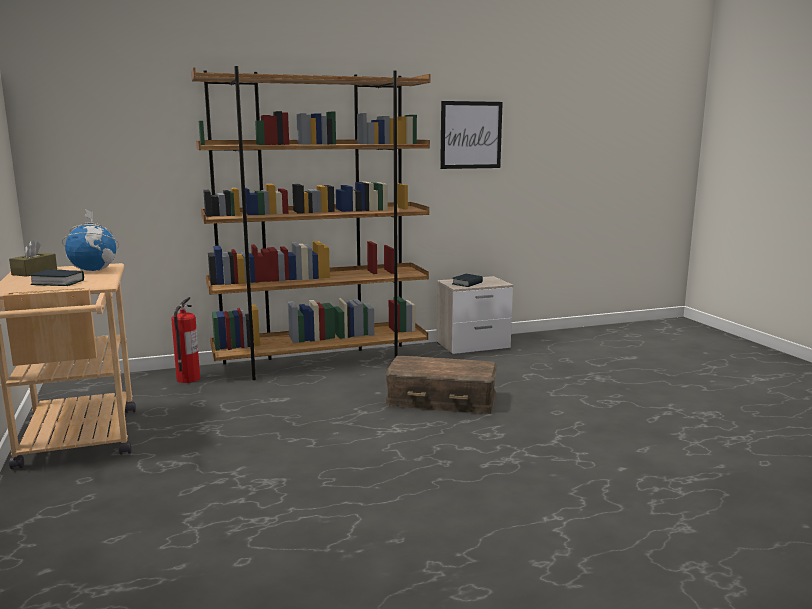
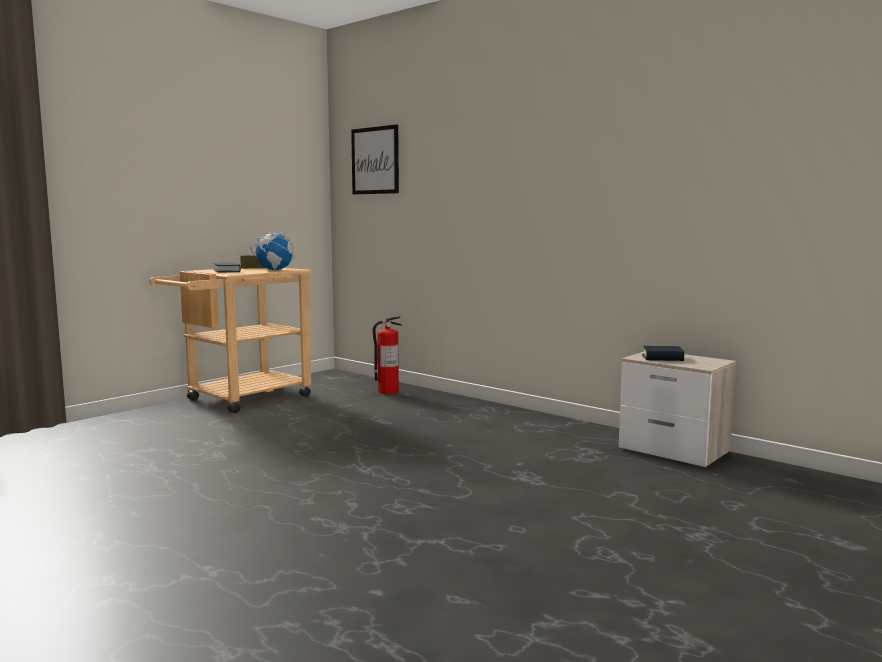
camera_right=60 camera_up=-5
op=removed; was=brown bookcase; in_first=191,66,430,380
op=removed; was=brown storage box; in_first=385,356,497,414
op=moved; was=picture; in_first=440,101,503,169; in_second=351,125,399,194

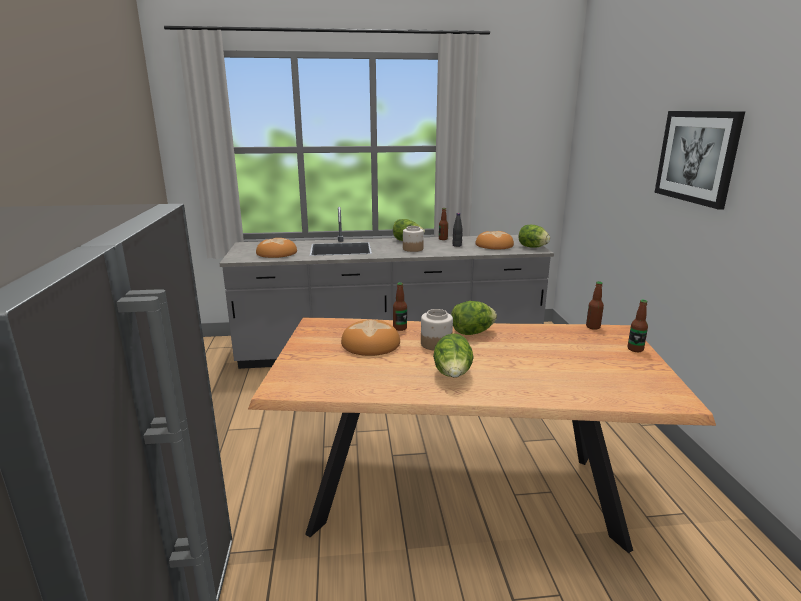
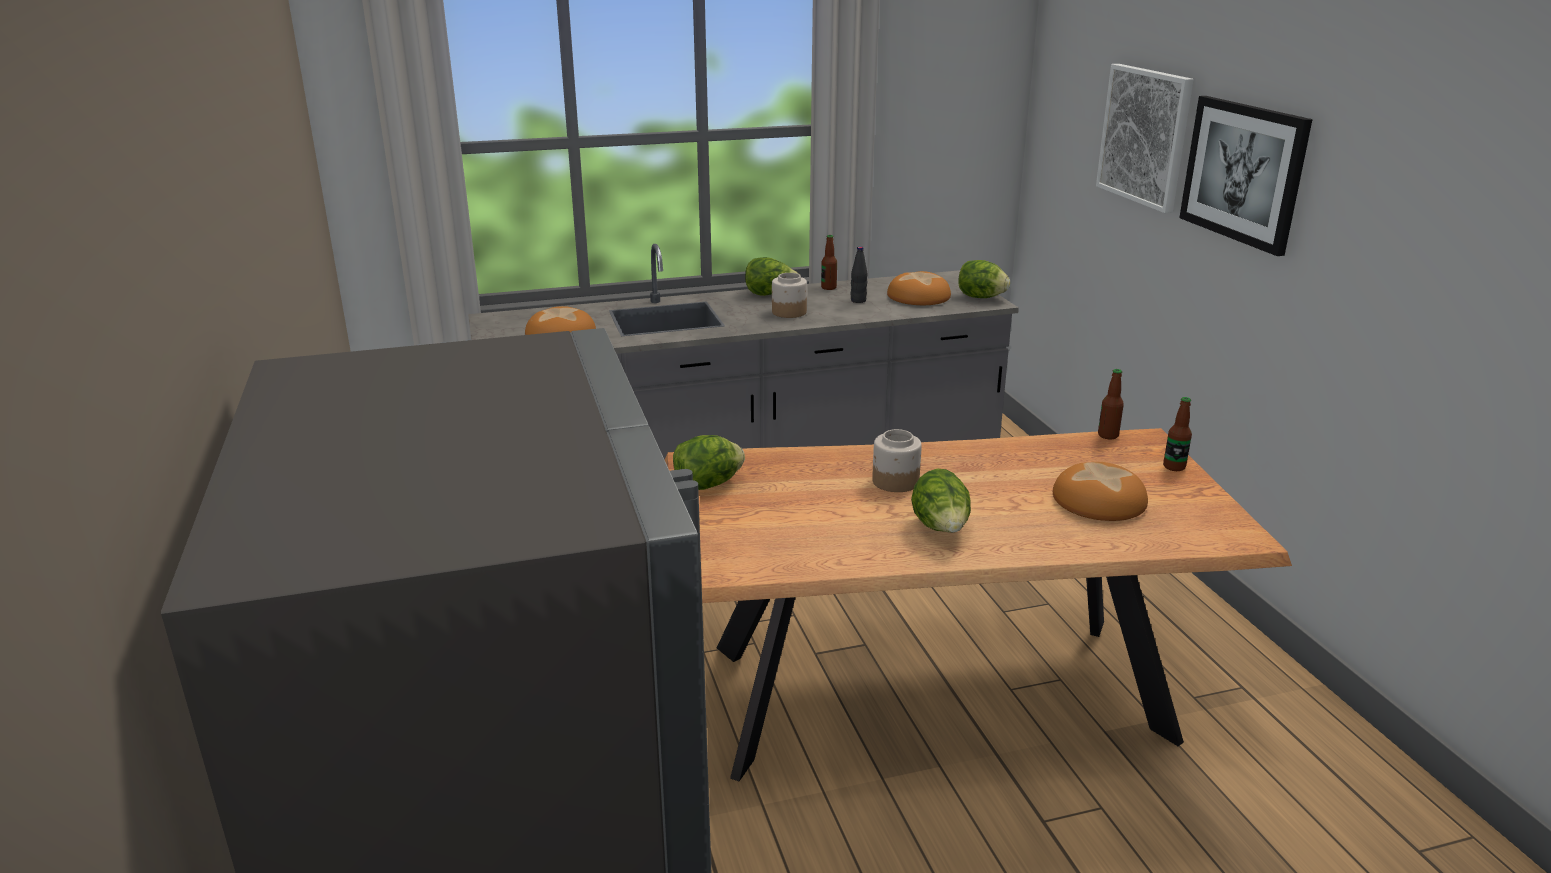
camera_right=-10 camera_up=5
op=removed; was=bottle; in_first=393,282,407,331
op=added; now=picture; in_second=1096,64,1194,213
op=moved; was=bread; in_first=341,320,400,356; in_second=1053,462,1148,521
op=moved; was=lettuce; in_first=451,301,497,335; in_second=673,435,745,490

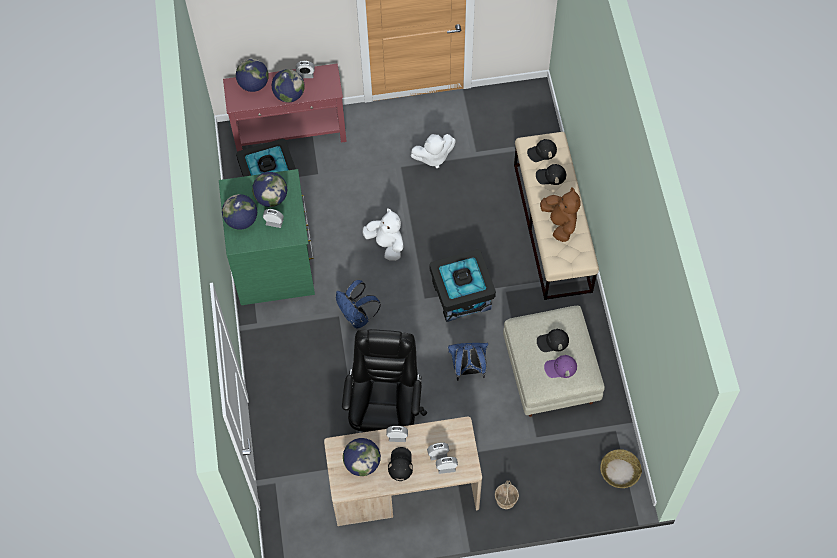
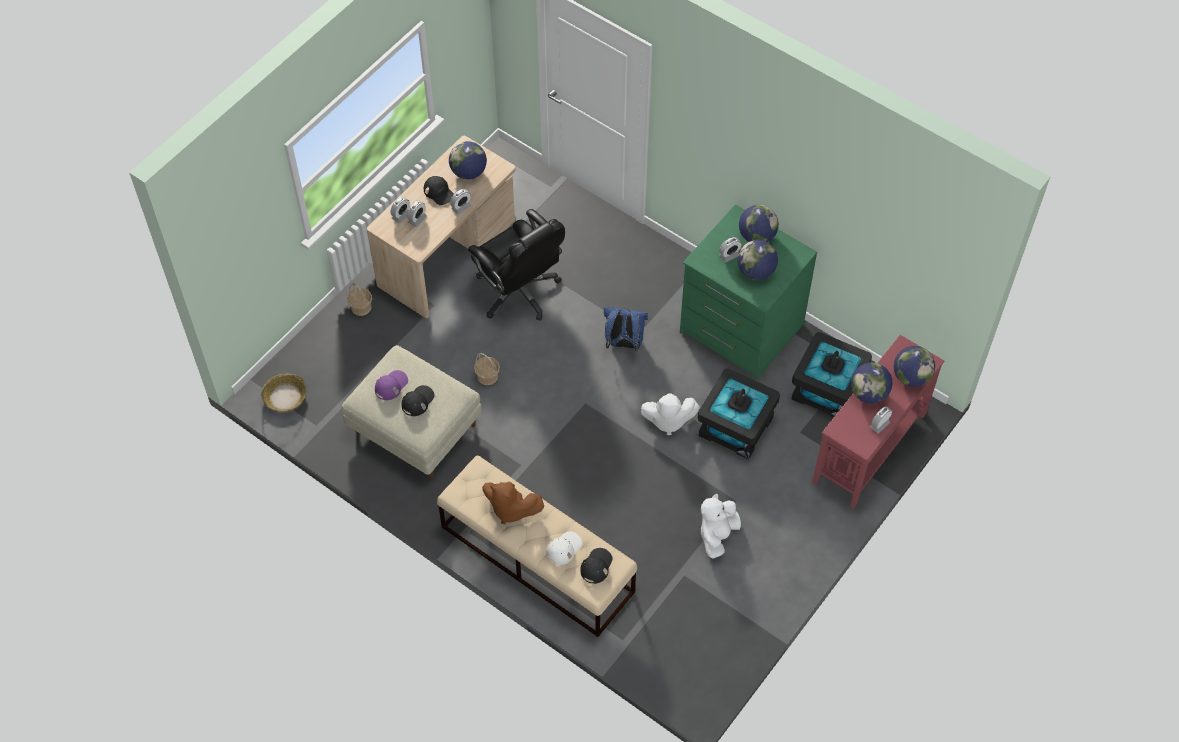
camera_right=135 camera_up=-5
op=moved; was=black storage box; in_first=429,249,496,322; in_second=698,368,780,459
op=replaced; was=blue backpack; now=basket; in_first=448,343,488,381; in_second=474,353,500,385
op=recoloured; was=black cap; now=white cap; in_first=536,164,566,185; in_second=547,532,582,565

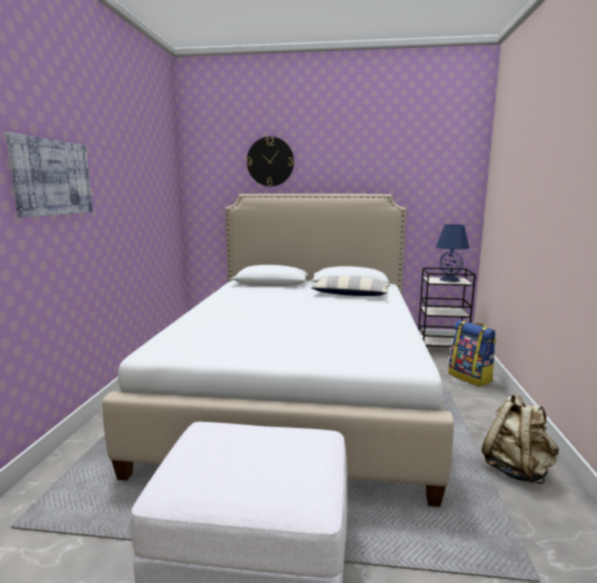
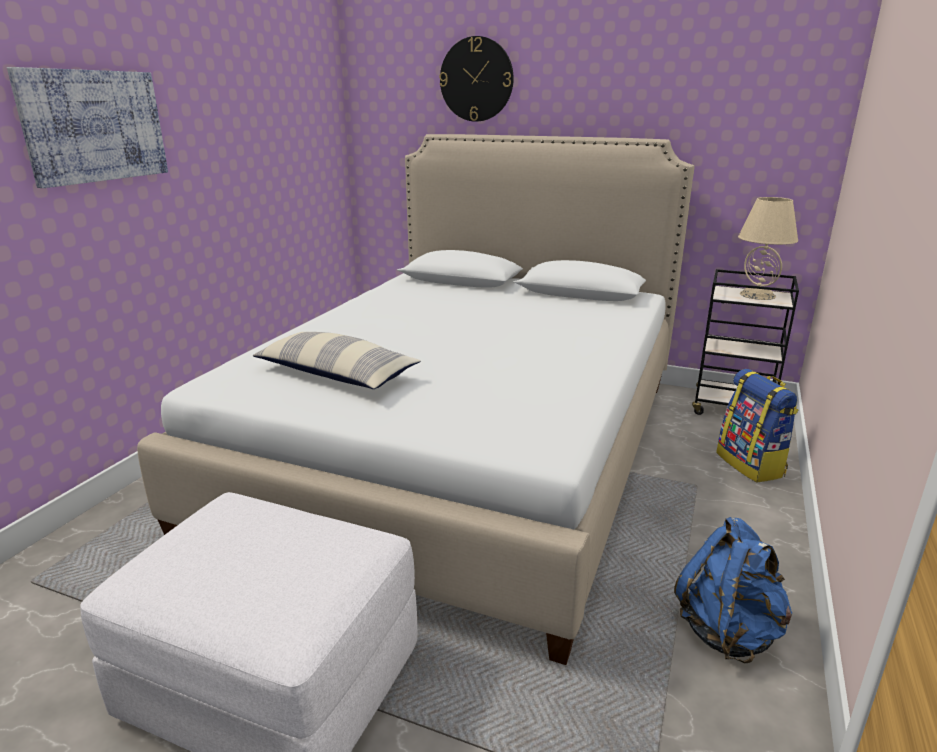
camera_right=15 camera_up=10
op=moved; was=pillow; in_first=311,276,390,296; in_second=253,332,421,389
op=recoloured; was=blue table lamp; now=beige table lamp; in_first=436,224,469,282; in_second=738,197,798,300
op=recoloured; was=beige backpack; now=blue backpack; in_first=482,394,559,484; in_second=674,517,792,663

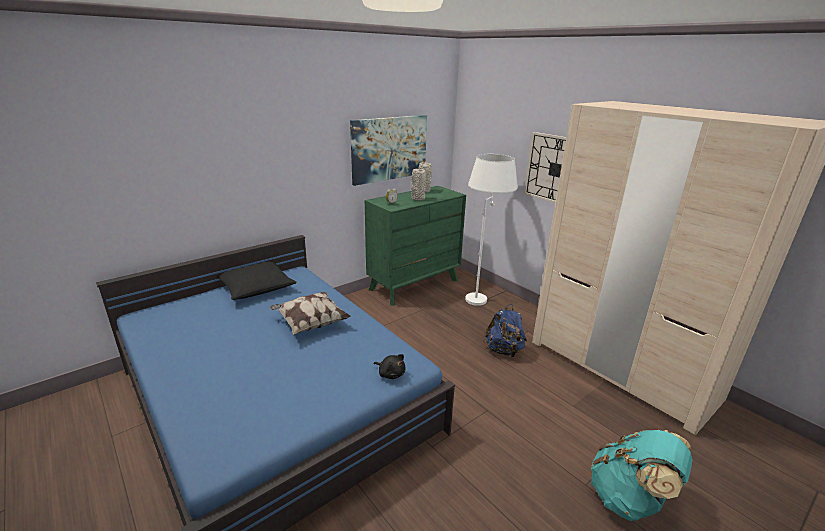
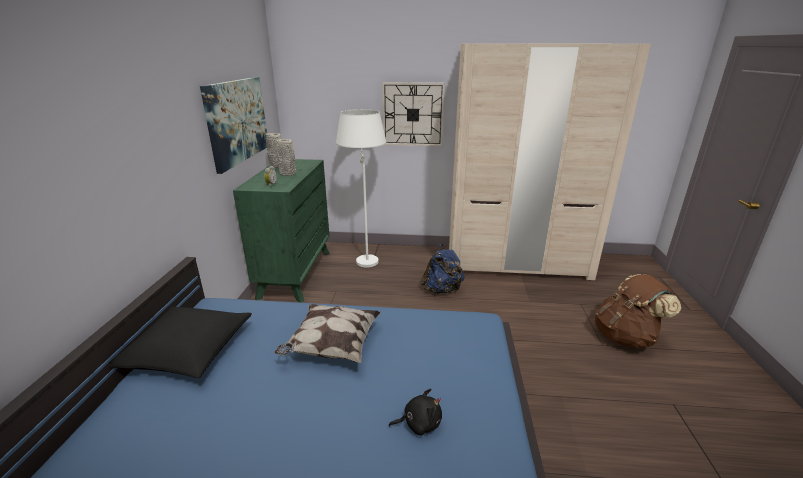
camera_right=-45 camera_up=0
op=moved; was=black plush toy; in_first=374,354,405,379; in_second=389,388,442,435
op=recoloured; was=turquoise backpack; now=brown backpack; in_first=591,430,693,521; in_second=595,274,681,348

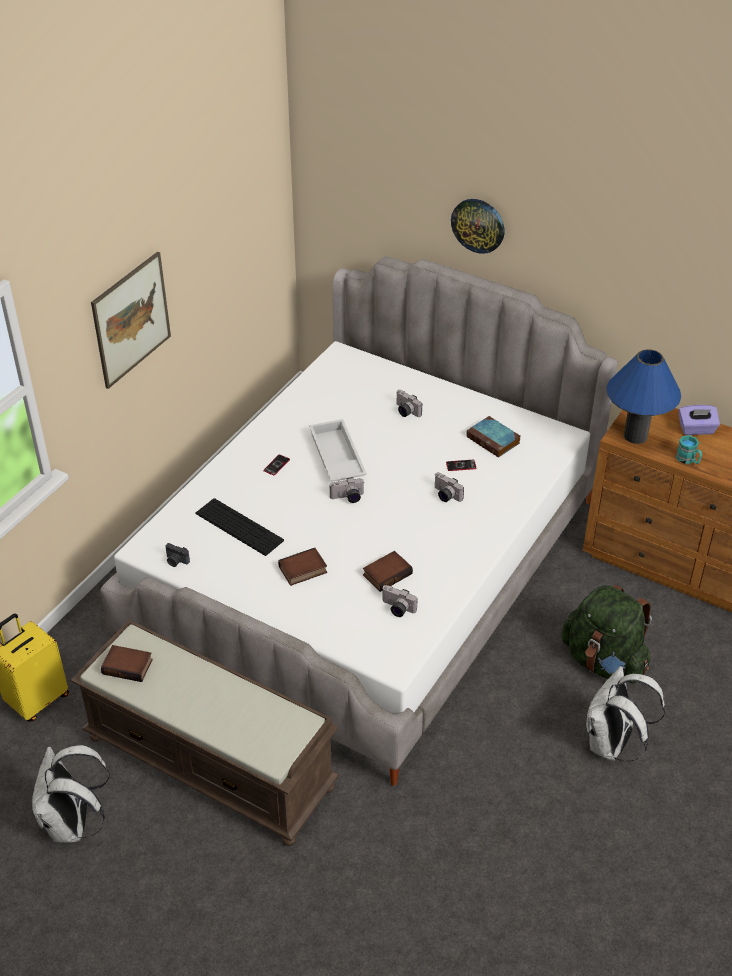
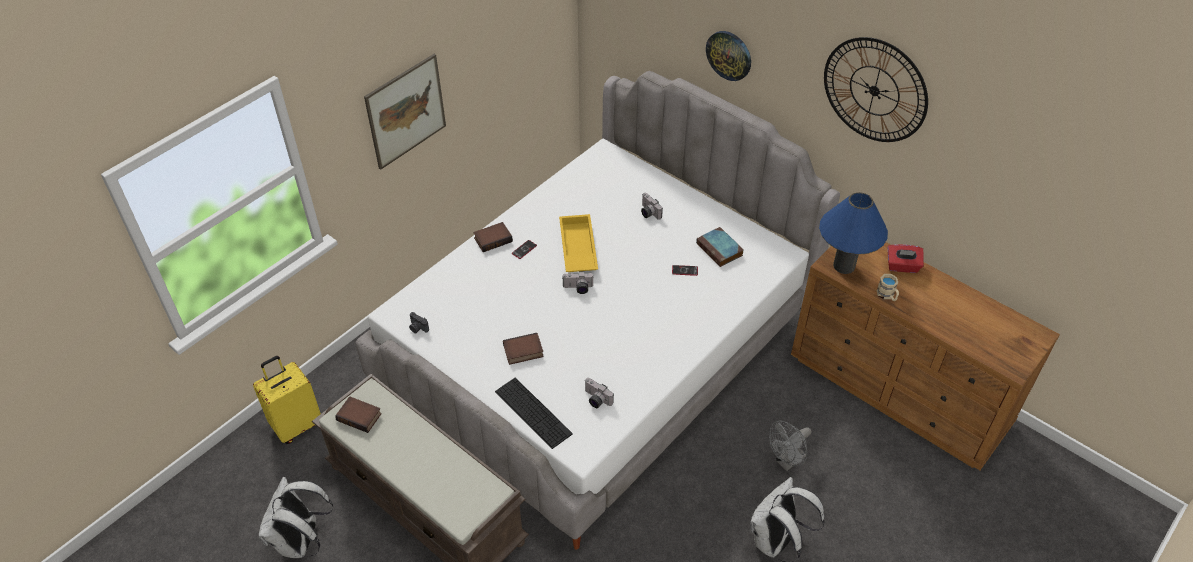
camera_right=10 camera_up=5
op=removed; was=photo camera; in_first=435,472,464,502
op=added; now=wall clock; in_second=824,37,928,142
op=moved; was=keyboard; in_first=196,498,284,556; in_second=495,378,572,449
op=moved; was=book; in_first=363,551,413,592; in_second=473,222,513,252
op=replaced; was=green backpack; now=grey fan; in_first=561,585,652,684; in_second=769,421,812,471
op=recoloured; was=white tray; now=yellow tray; in_first=309,419,367,482; in_second=559,214,598,272
op=recoloured; was=turquoise mug; now=beige mug; in_first=676,435,702,464; in_second=877,274,899,301
op=recoloured; was=purple tissue box; now=red tissue box; in_first=679,405,720,435; in_second=888,244,924,273

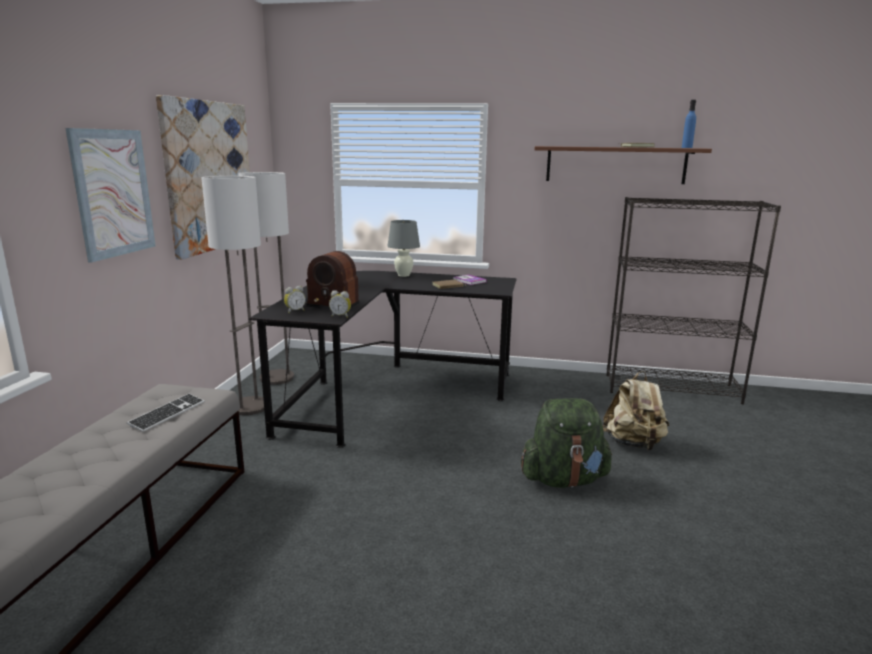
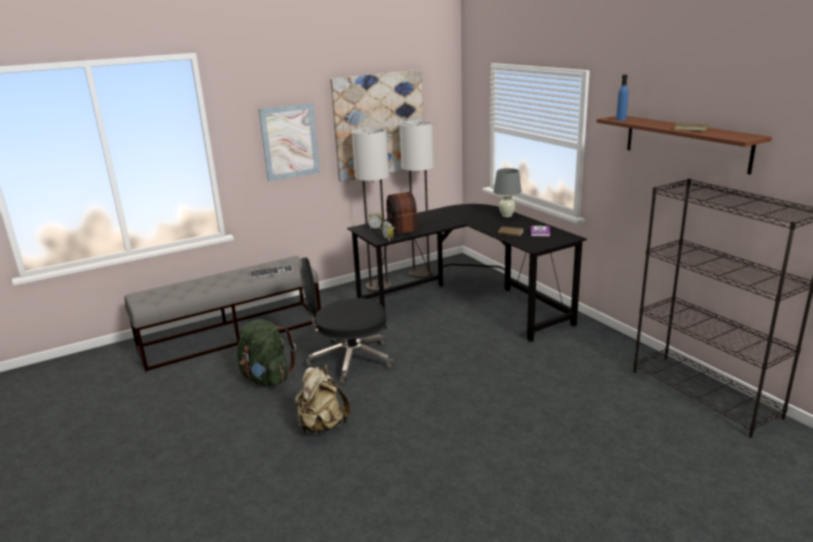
camera_right=50 camera_up=5
op=added; now=black office chair; in_second=299,257,393,385
op=moved; was=green backpack; in_first=521,398,613,488; in_second=237,319,296,386
op=moved; was=beige backpack; in_first=603,371,669,450; in_second=295,364,350,435
op=moved; was=blue bottle; in_first=682,100,696,148; in_second=616,75,628,121

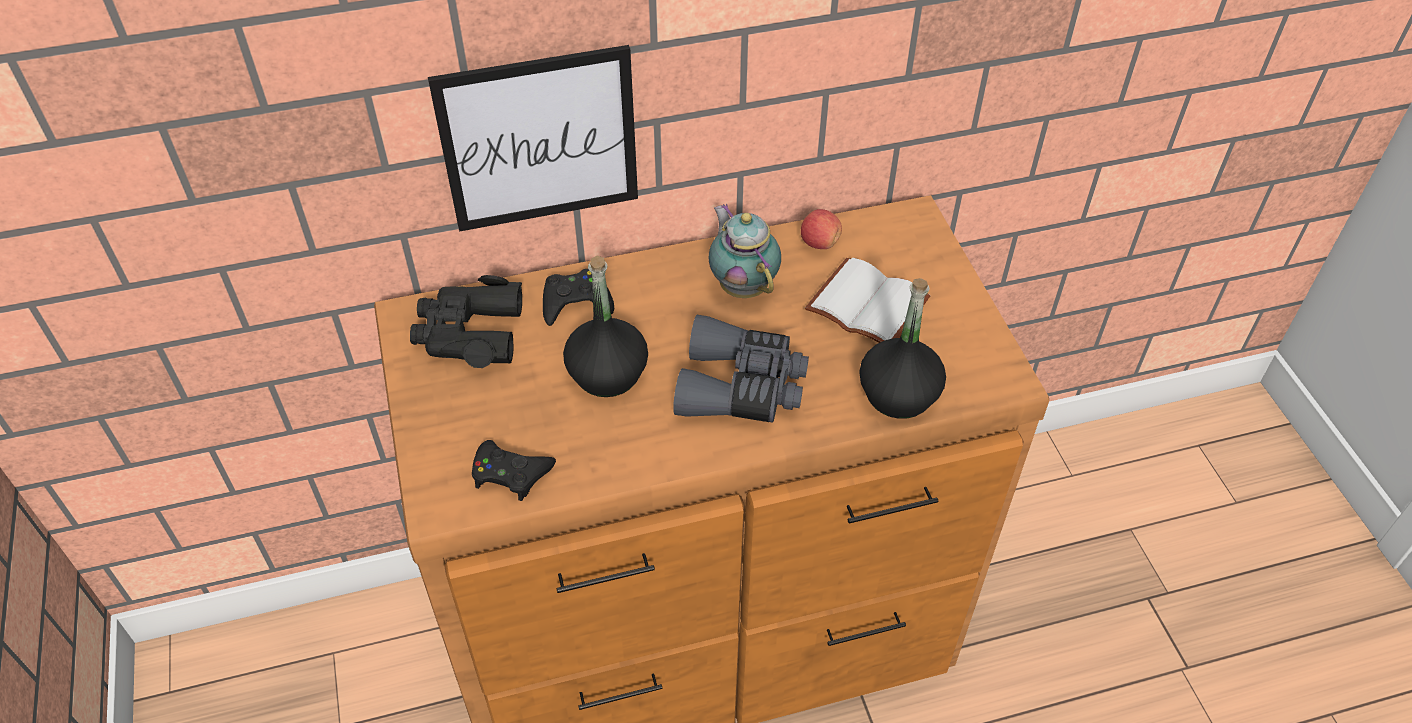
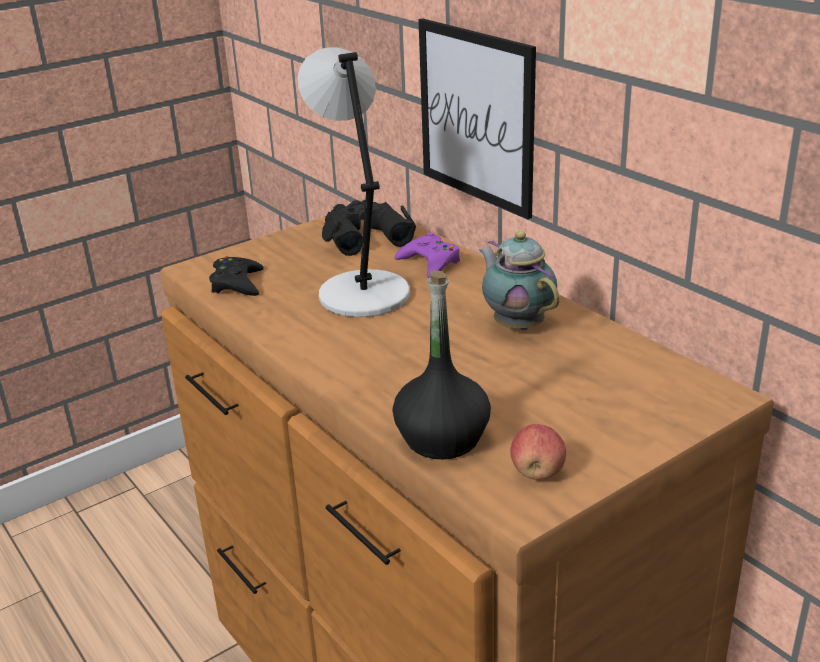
camera_right=70 camera_up=-20
op=removed; was=grey binoculars; in_first=673,315,809,423
op=removed; was=white book; in_first=805,258,930,343
op=moved; was=apple; in_first=801,209,842,249; in_second=510,424,566,480
op=replaced; was=black bottle; now=grey table lamp; in_first=563,255,648,397; in_second=297,47,410,317
op=recoloured; was=black game controller; now=purple game controller; in_first=543,269,614,326; in_second=395,232,460,278
op=turned; was=teapot; in_first=708,204,781,298; in_second=479,231,559,330; clockwise=-75

